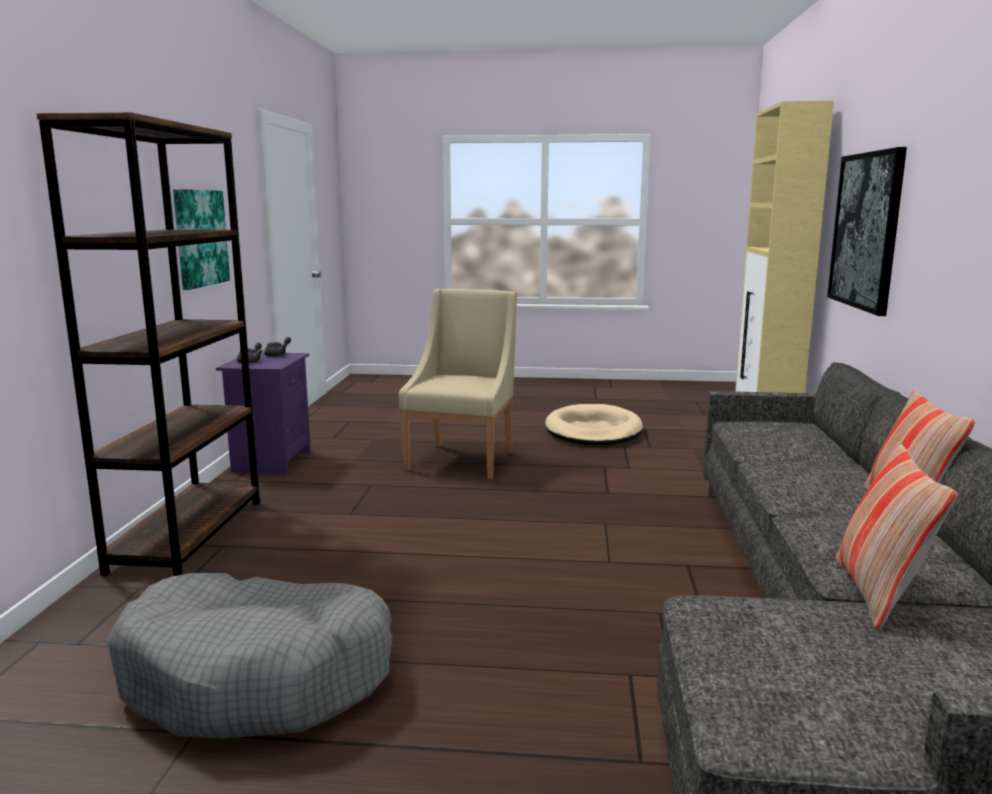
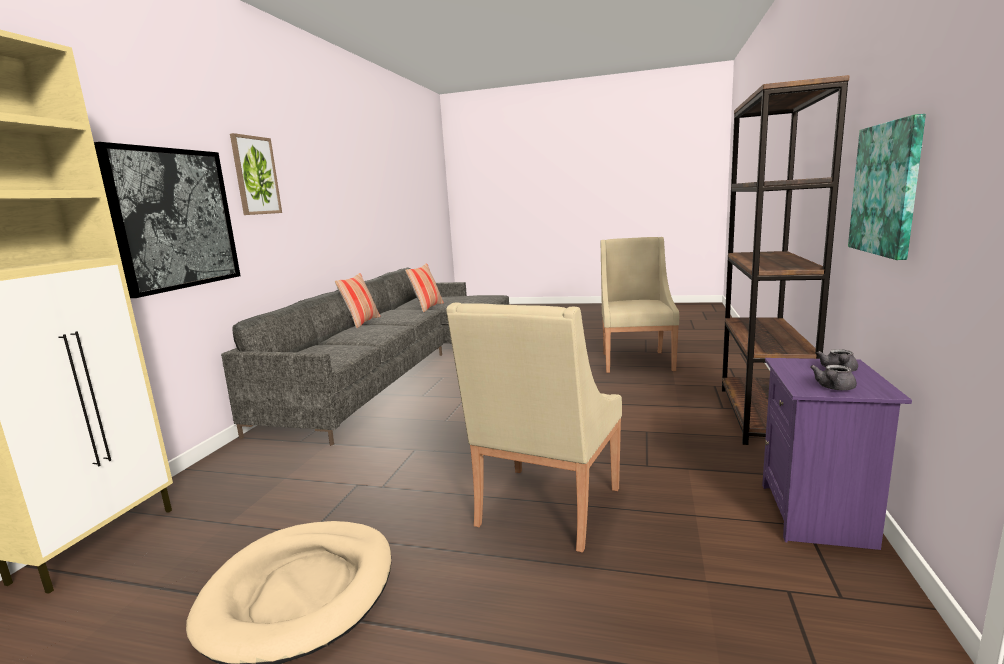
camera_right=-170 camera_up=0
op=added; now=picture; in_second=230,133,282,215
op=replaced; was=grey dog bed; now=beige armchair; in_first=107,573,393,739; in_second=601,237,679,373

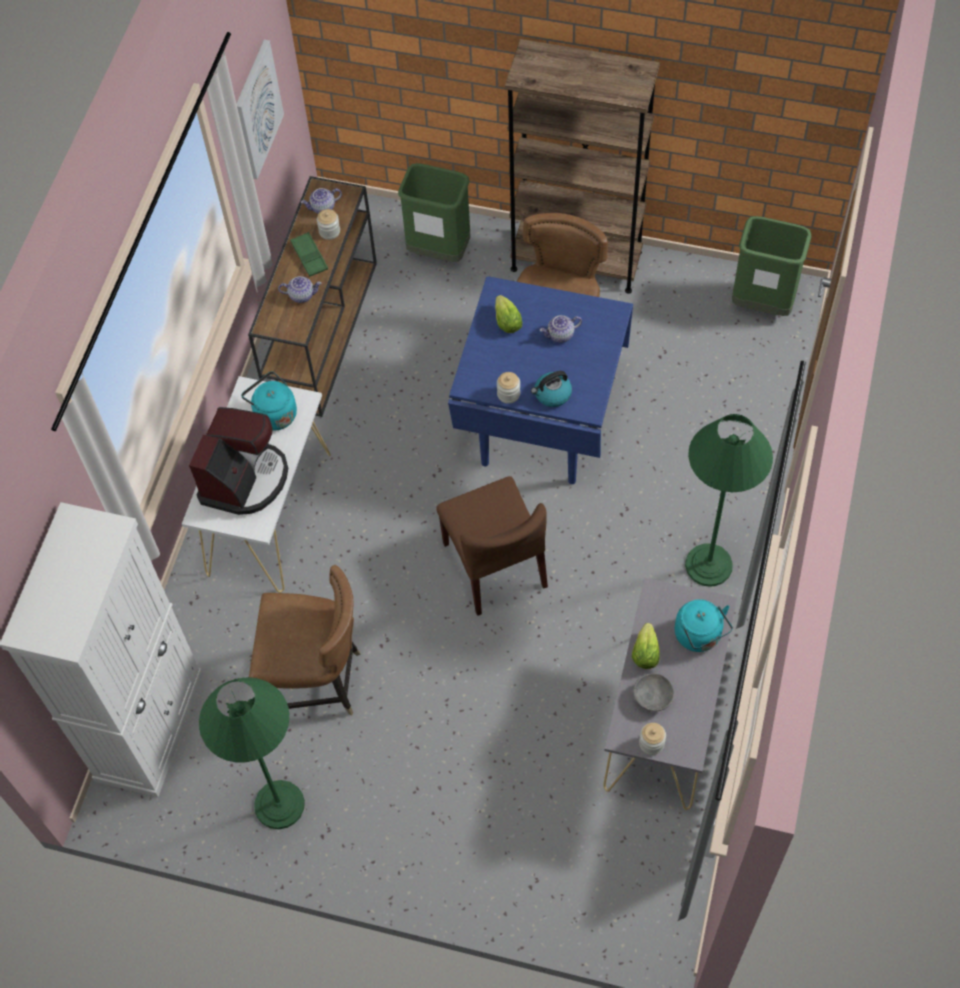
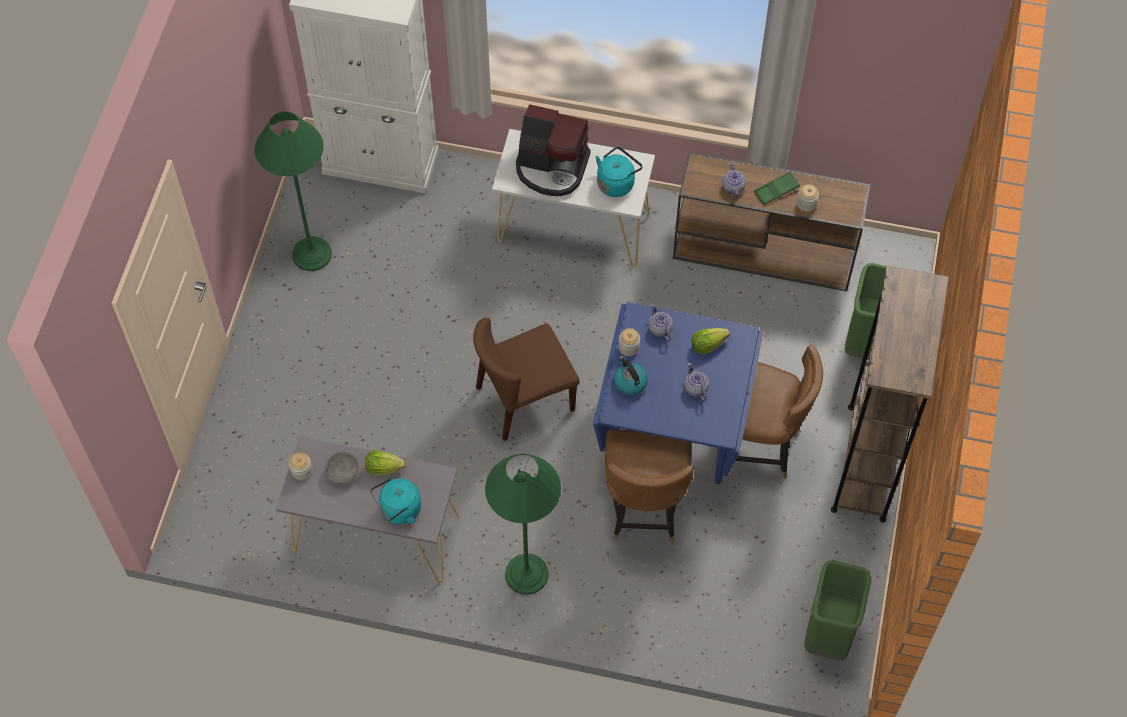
camera_right=85 camera_up=0
op=removed; was=picture; in_first=236,39,284,179
op=moved; was=brown chair; in_first=249,565,361,715; in_second=605,430,693,543
op=moved; was=teapot; in_first=301,188,342,214; in_second=648,304,673,341

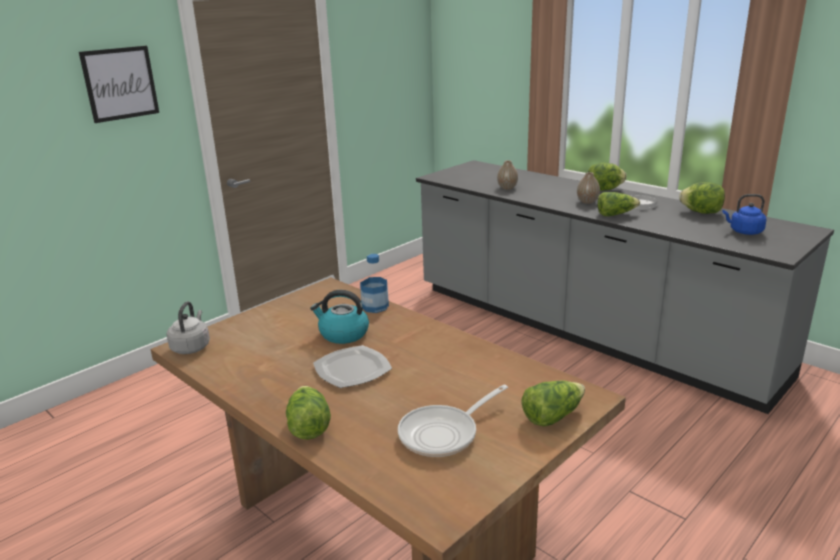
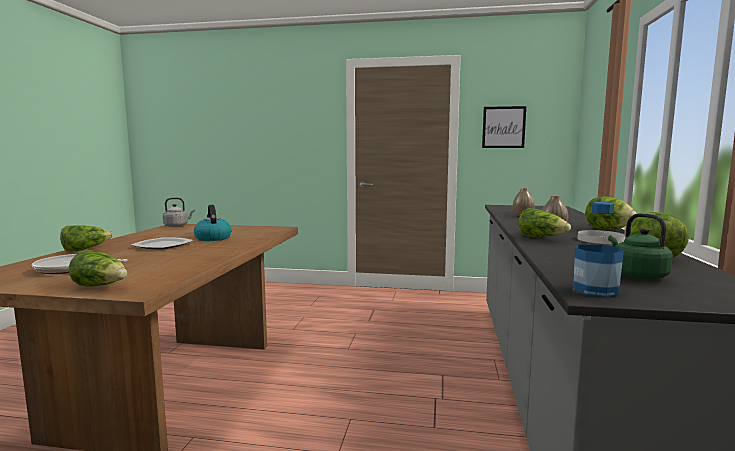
camera_right=55 camera_up=-15
op=moved; was=picture; in_first=79,46,159,123; in_second=482,106,526,148
op=moved; was=bottle; in_first=360,254,389,313; in_second=573,202,624,297
op=recoloured; was=blue kettle; now=green kettle; in_first=722,194,766,235; in_second=608,213,673,280

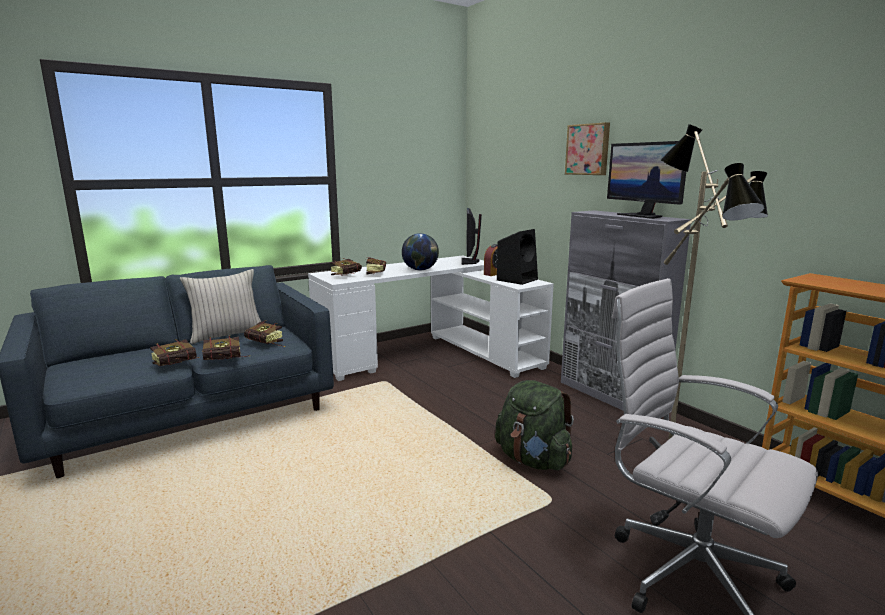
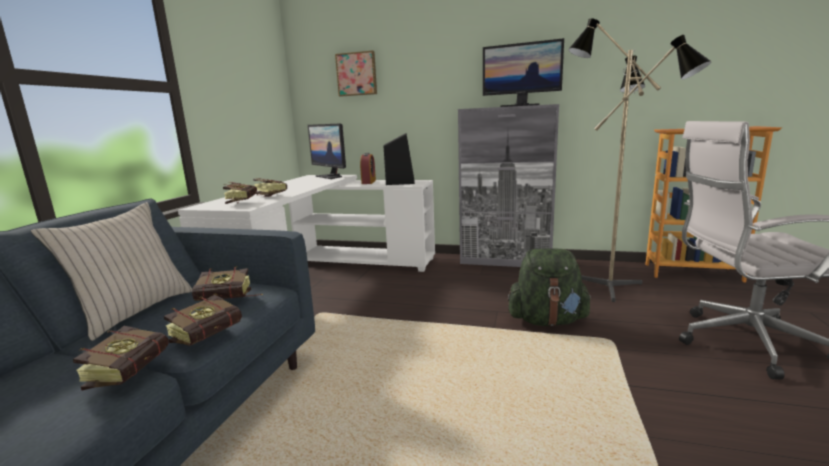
camera_right=-40 camera_up=0
op=removed; was=globe; in_first=402,233,439,270
op=moved; was=picture; in_first=565,122,610,175; in_second=335,50,377,96

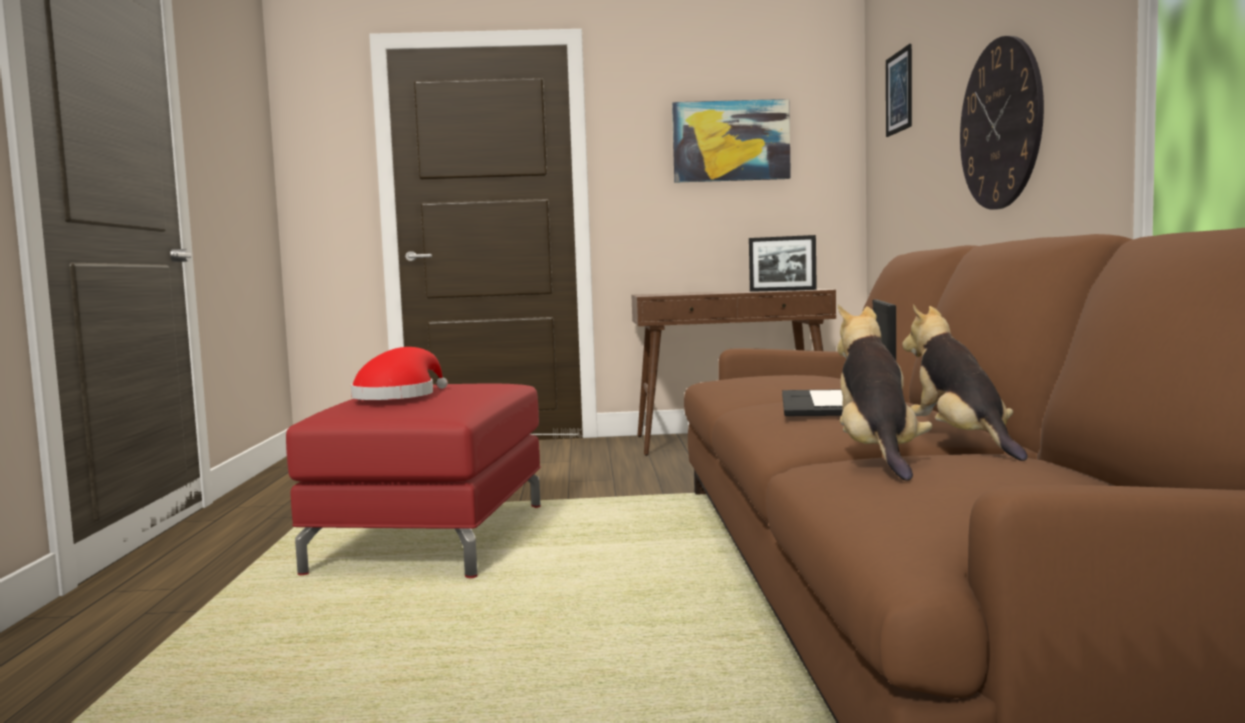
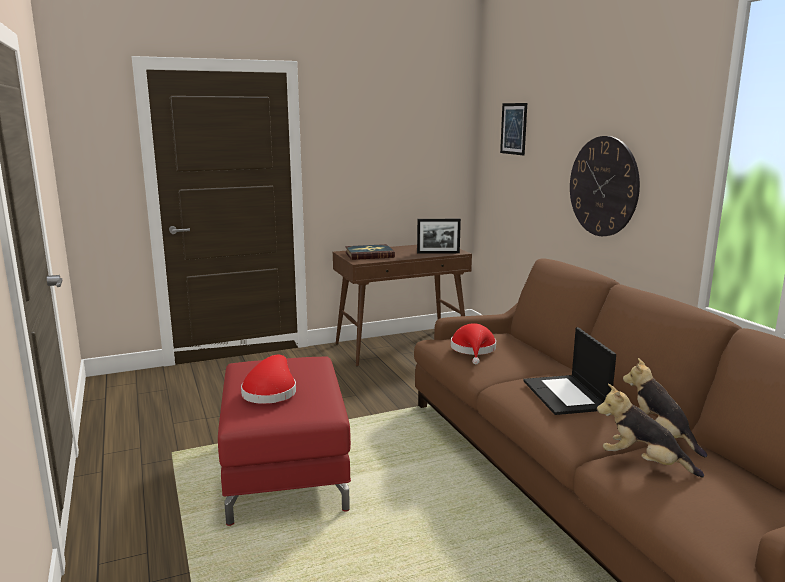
camera_right=-20 camera_up=10
op=removed; was=picture; in_first=672,99,791,183
op=added; now=book; in_second=345,244,395,260
op=added; now=red hat; in_second=451,323,496,364
op=turned; was=plush toy; in_first=837,304,933,481; in_second=597,384,704,477; clockwise=-45

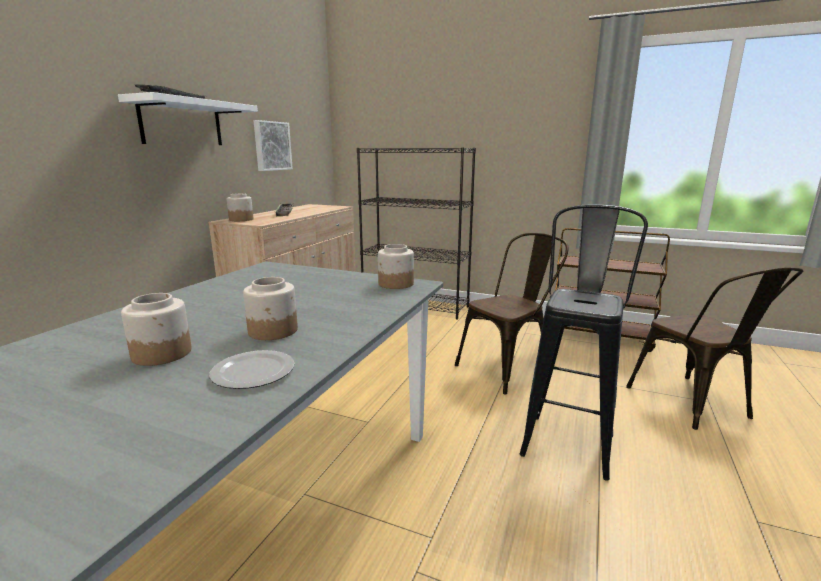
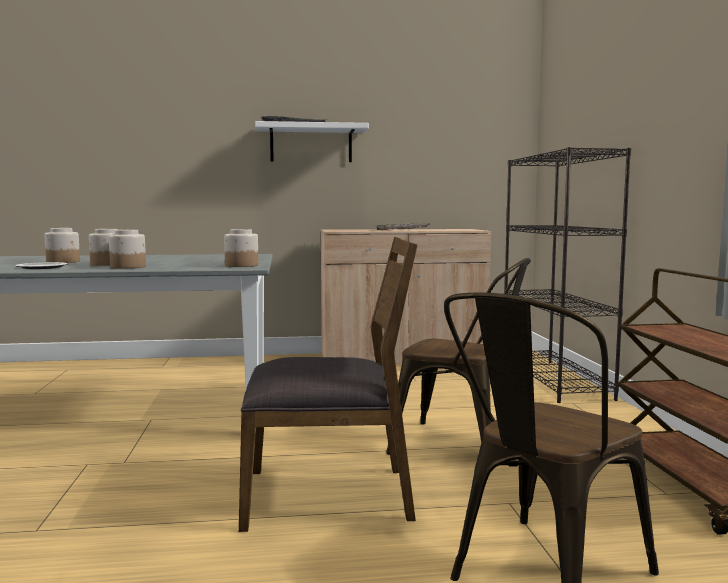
camera_right=60 camera_up=-10
op=removed; was=picture; in_first=253,120,293,171
op=moved; was=jar; in_first=226,193,253,221; in_second=109,230,146,268
op=replaced; was=black stool; now=brown chair; in_first=520,205,648,481; in_second=239,237,418,532

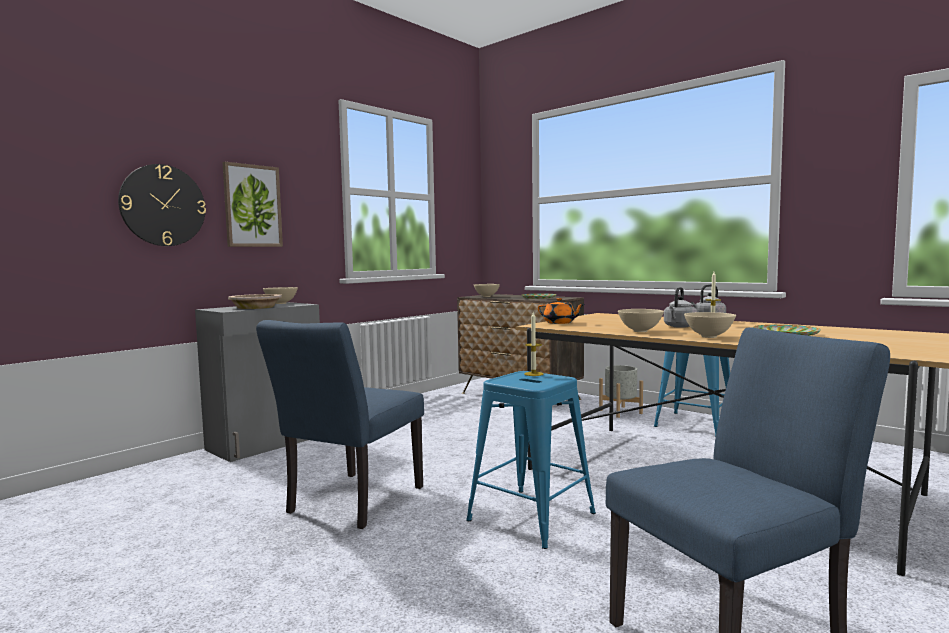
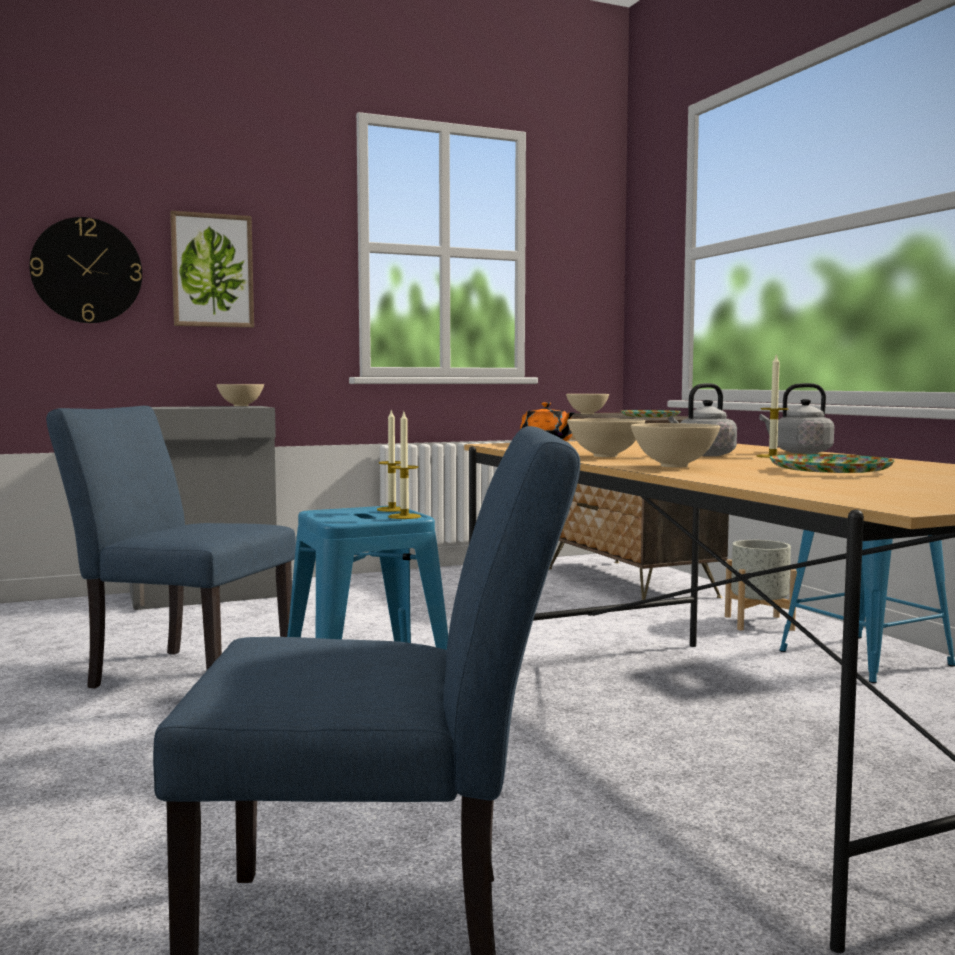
camera_right=25 camera_up=0
op=removed; was=beige bowl; in_first=228,294,282,309
op=added; now=candle; in_second=388,412,421,519
op=turned; was=blue chair; in_first=256,320,424,529; in_second=46,406,296,688; clockwise=60

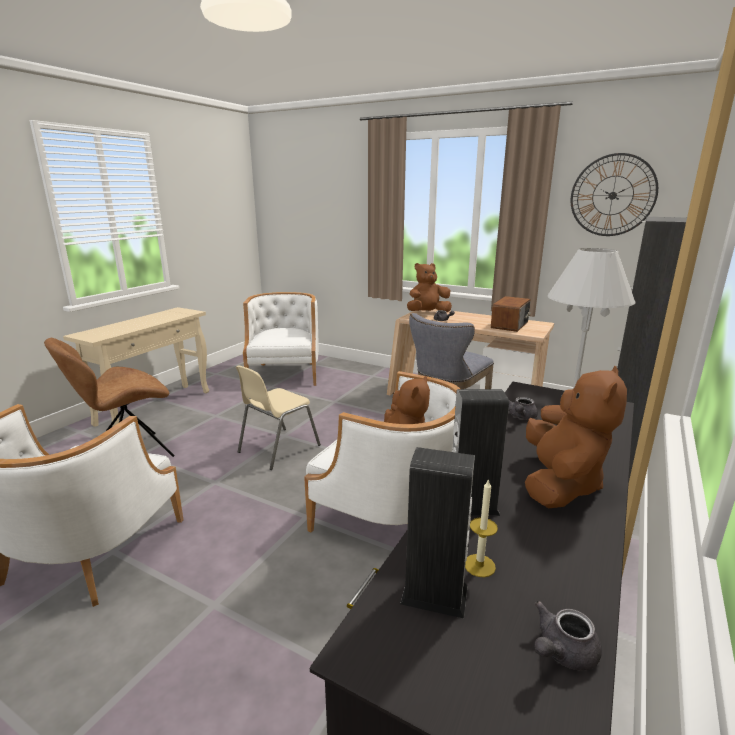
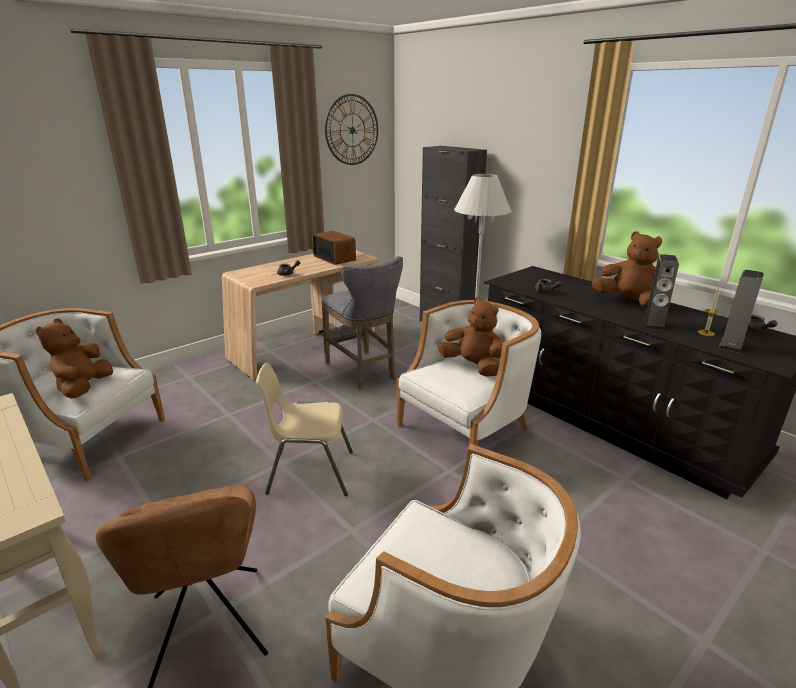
camera_right=-70 camera_up=5
op=moved; was=brown plush toy; in_first=407,263,452,312; in_second=36,318,113,398
op=turned; was=beige chair; in_first=236,365,321,470; in_second=256,363,353,496; clockwise=120

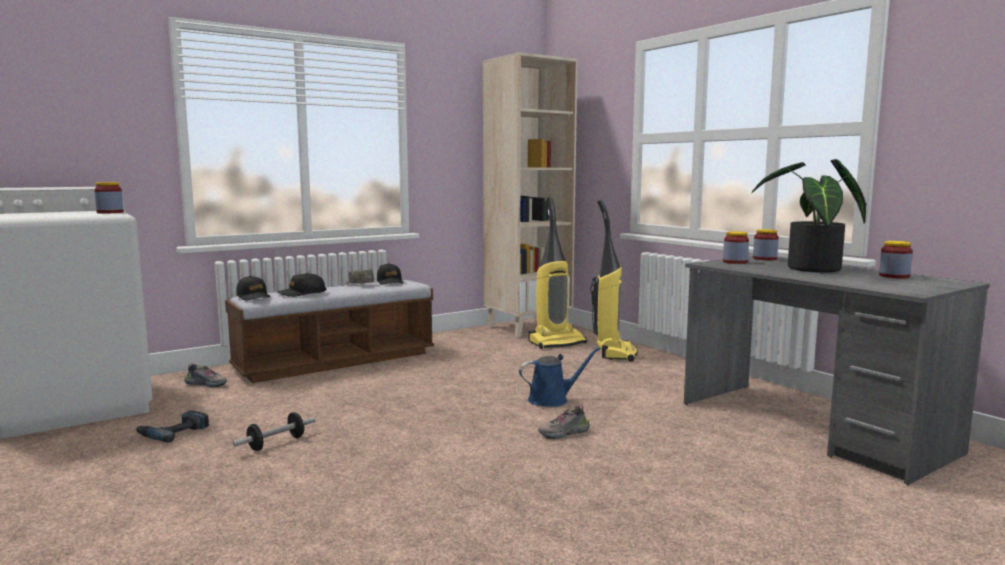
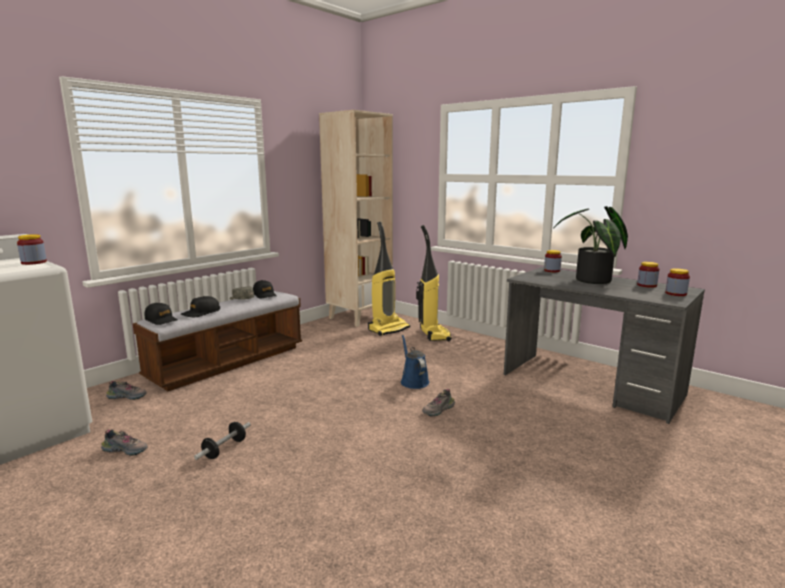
camera_right=-15 camera_up=5
op=moved; was=jar; in_first=723,231,749,264; in_second=665,268,690,296
op=replaced; was=power drill; now=shoe; in_first=136,410,209,443; in_second=101,430,148,456
op=turned; was=blue watering can; in_first=519,347,601,407; in_second=401,335,429,389; clockwise=-75

